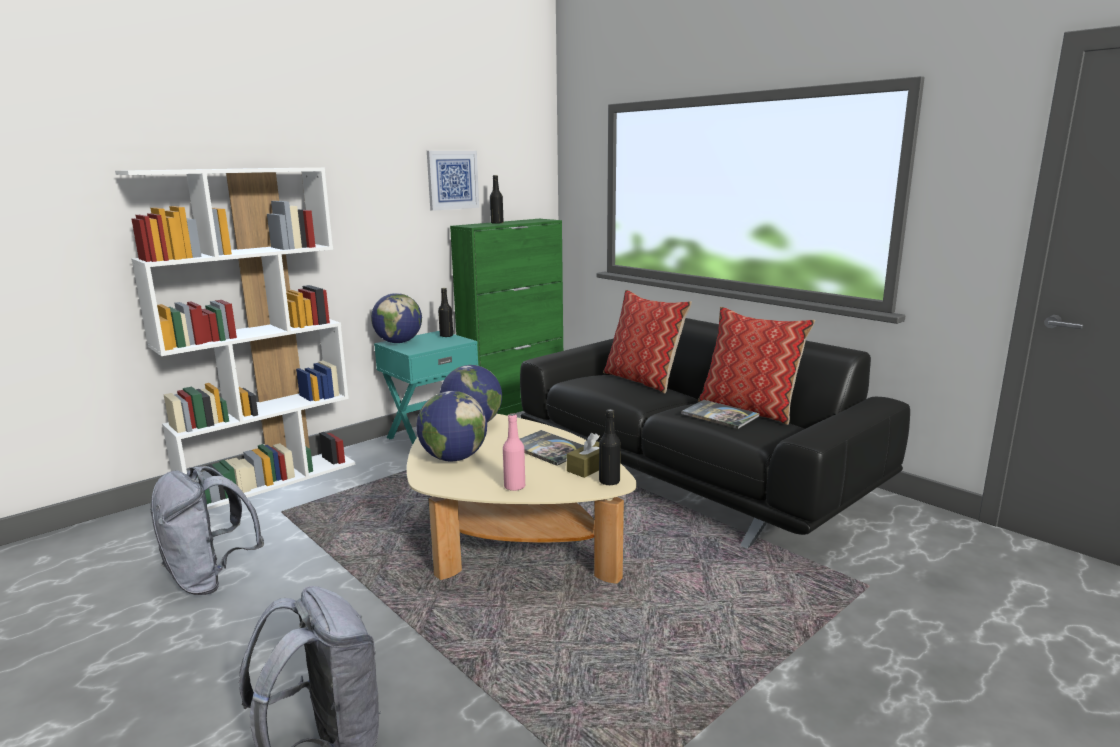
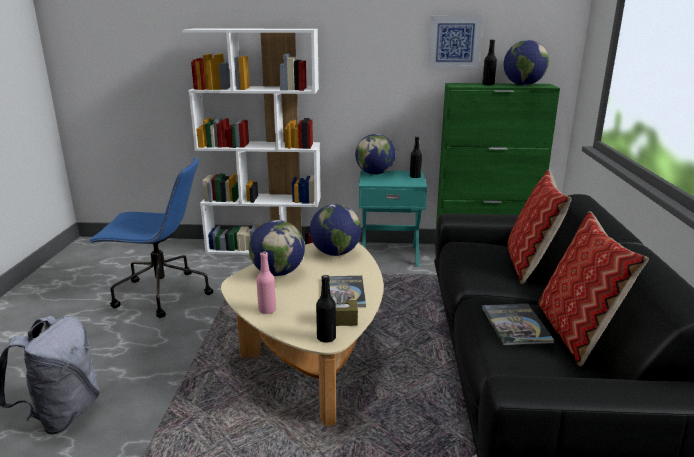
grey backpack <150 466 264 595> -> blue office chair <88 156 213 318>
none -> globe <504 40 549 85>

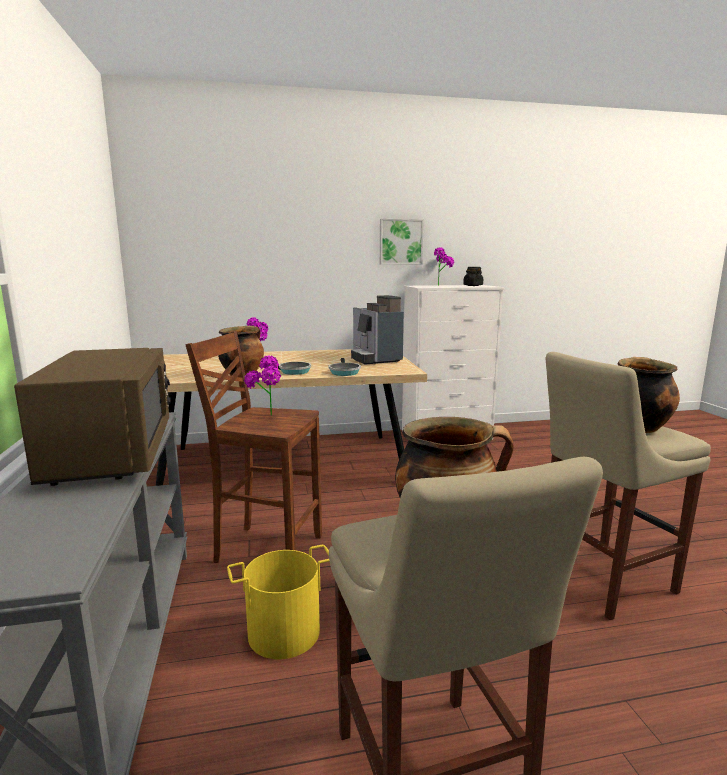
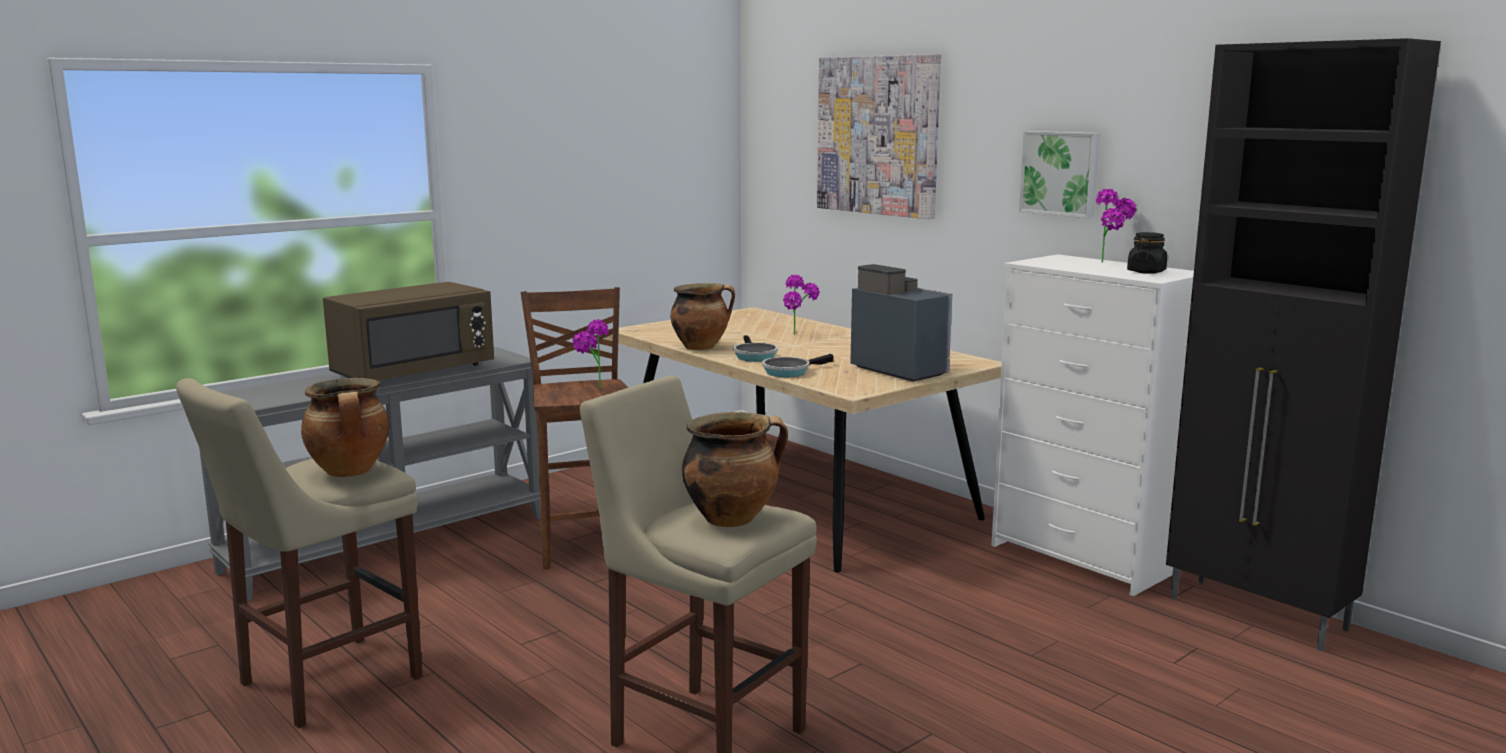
none -> picture <817 54 941 219>
coffee machine <351 295 404 365> -> coffee machine <850 264 952 382>, 105 degrees clockwise
none -> black cabinet <1166 38 1441 651>
yellow bucket <227 545 329 659> -> none

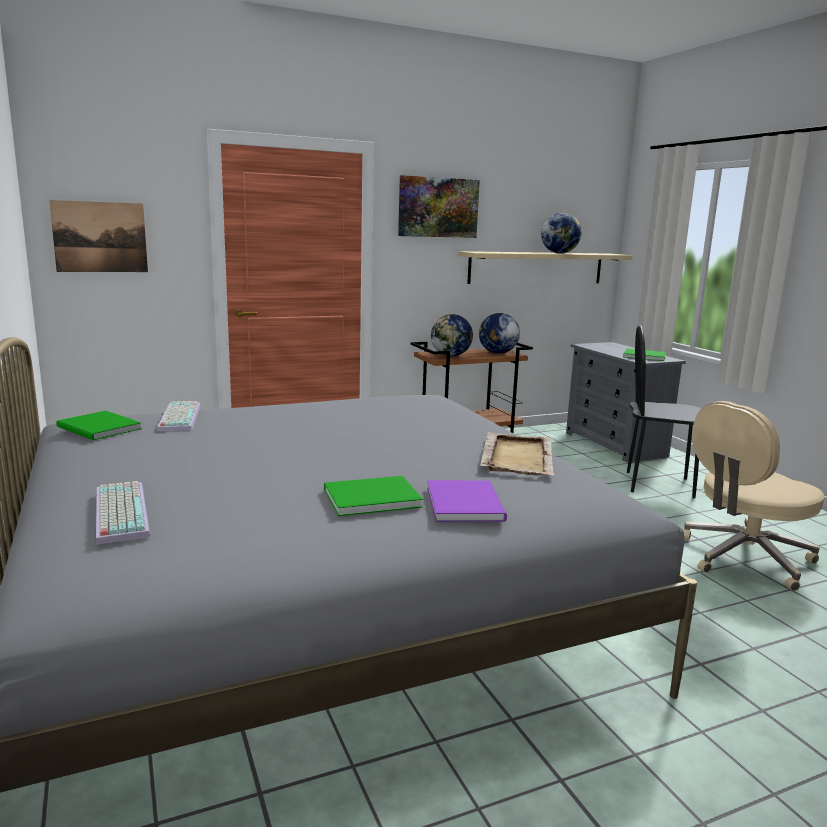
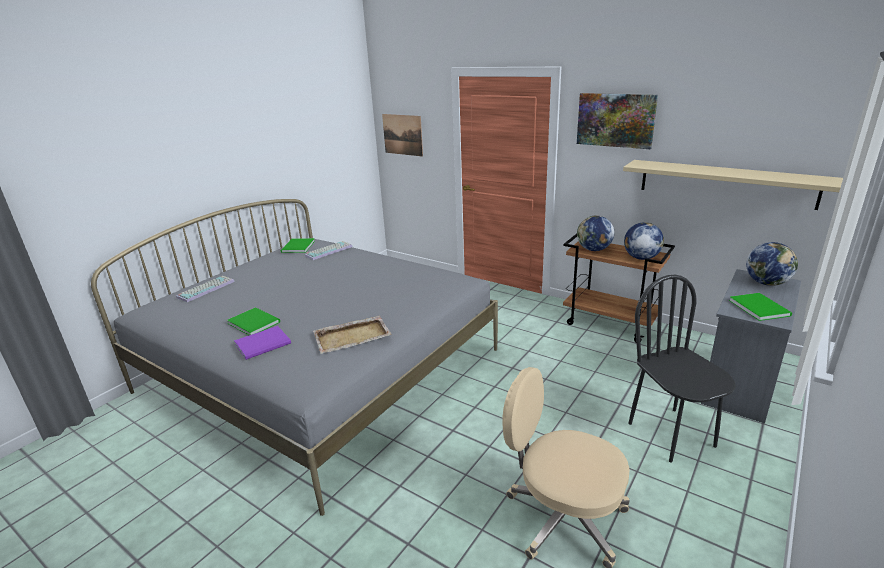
globe <541 213 582 253> -> globe <746 242 798 286>, moved

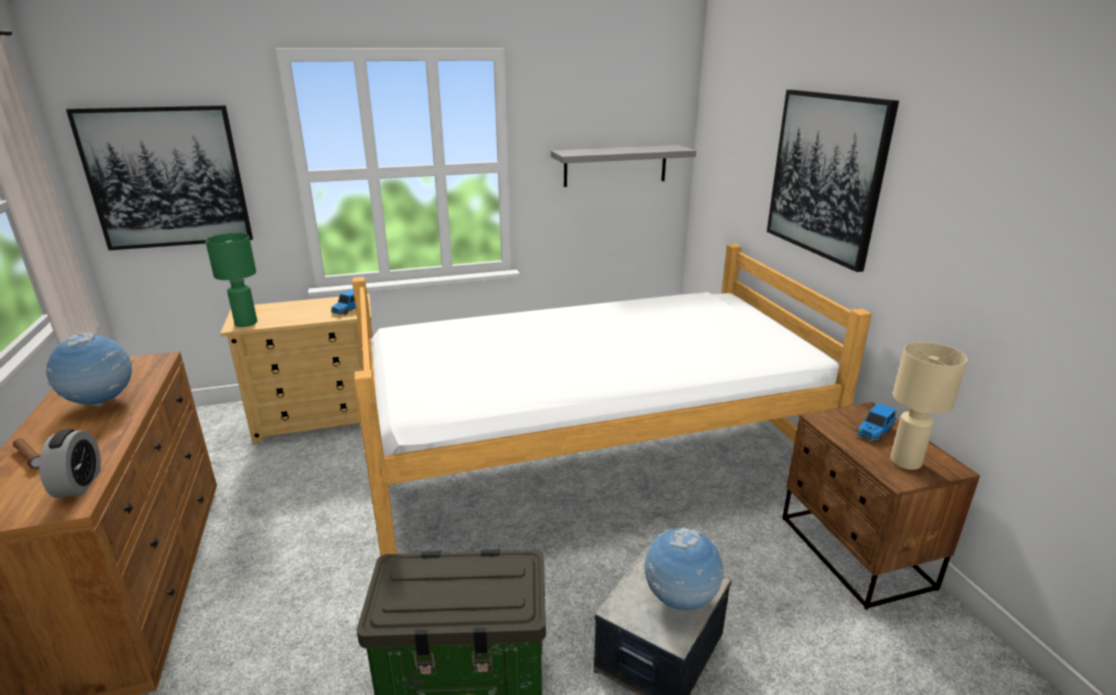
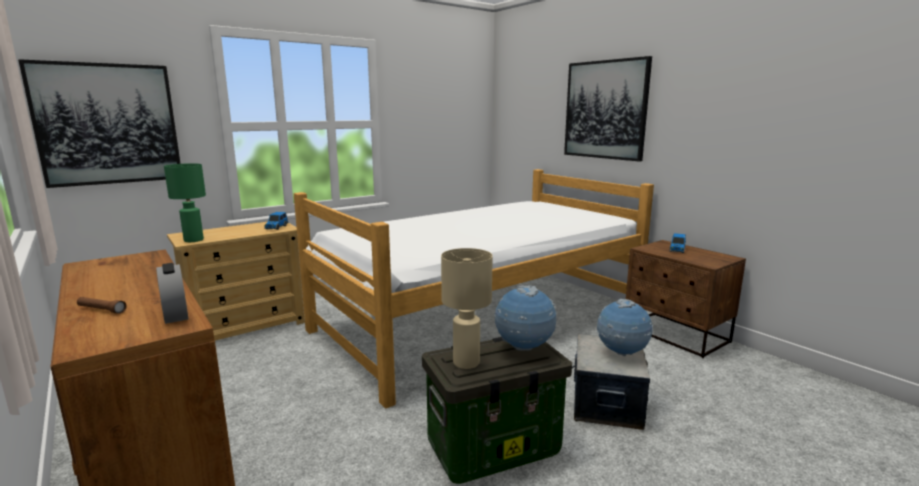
beige table lamp <890 342 968 470> -> beige table lamp <441 248 493 369>, moved
globe <46 333 133 406> -> globe <494 286 556 351>, moved
grey shelf <551 145 696 187> -> none

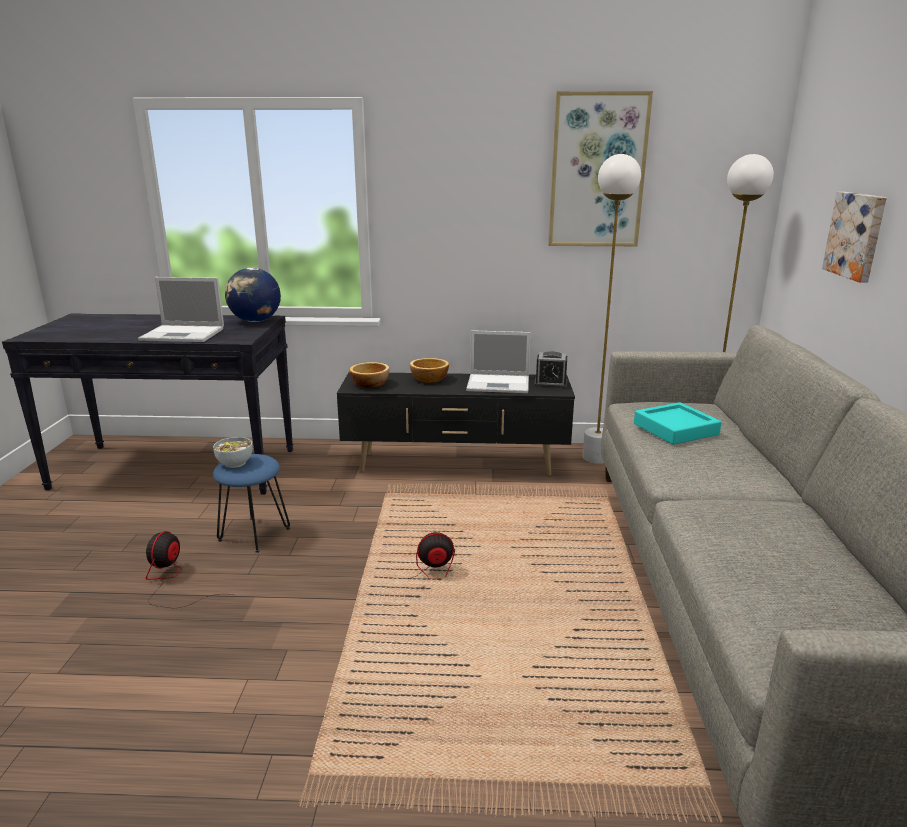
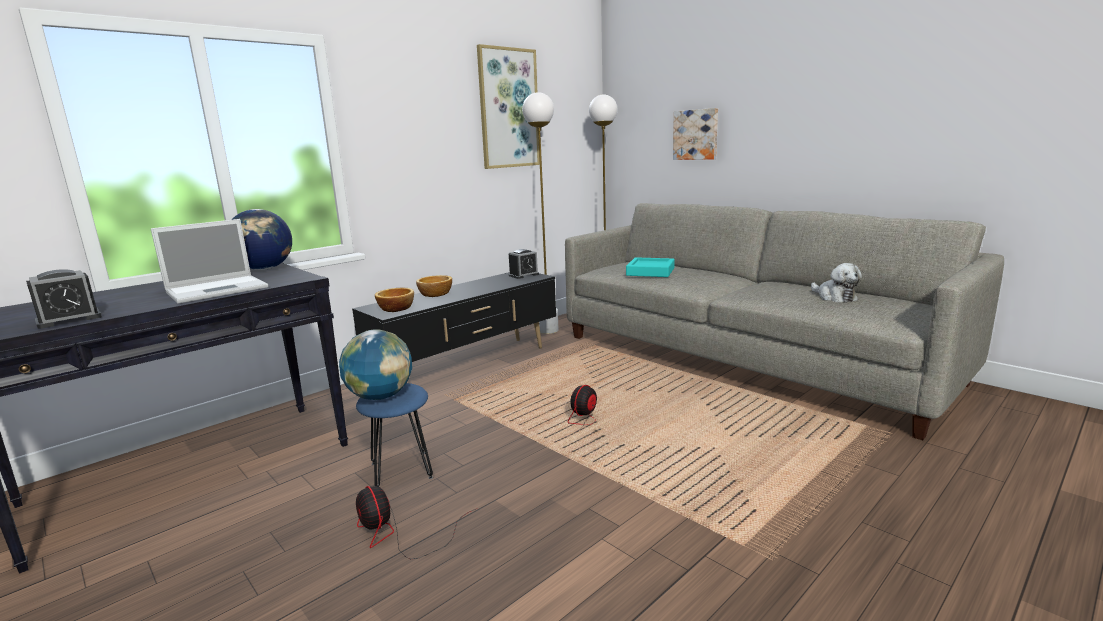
none -> alarm clock <26 269 102 329>
bowl <213 437 253 468> -> globe <339 329 412 400>
none -> plush toy <811 263 862 303>
laptop <466 330 531 393> -> none

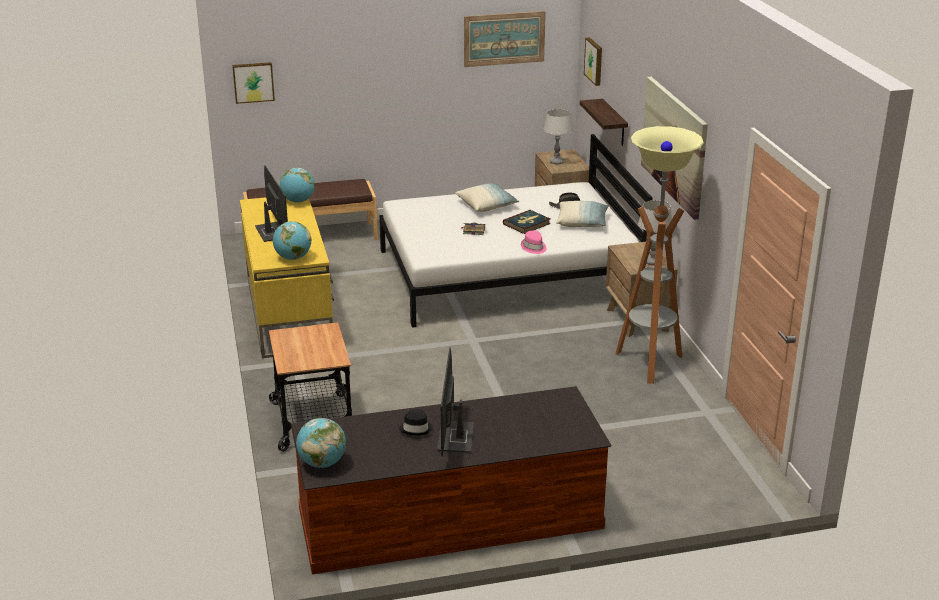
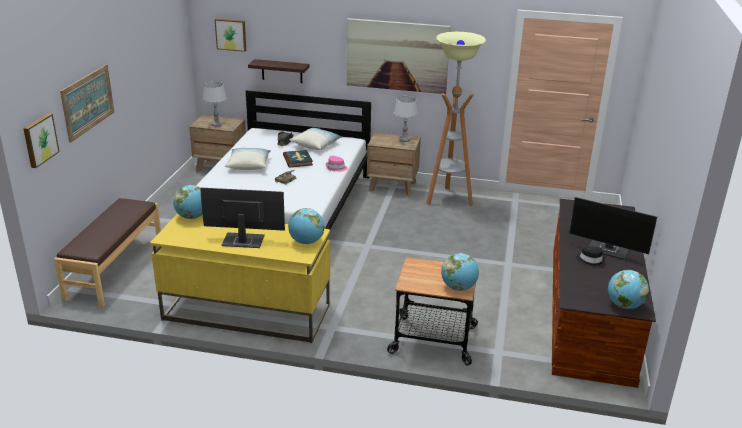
picture <464 11 546 67> -> picture <60 65 114 142>, moved
none -> globe <441 253 479 291>

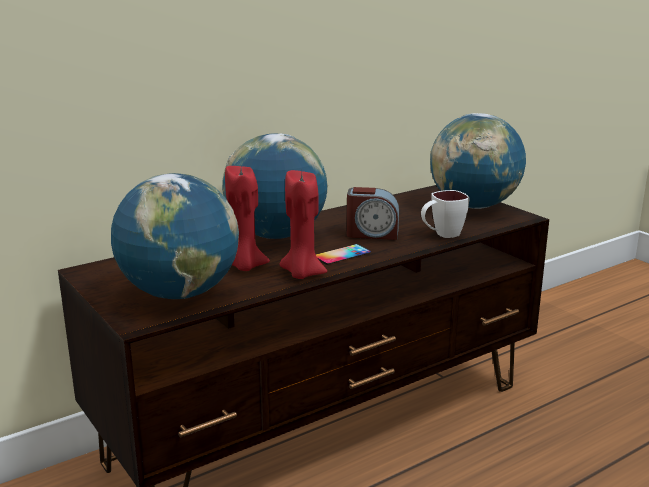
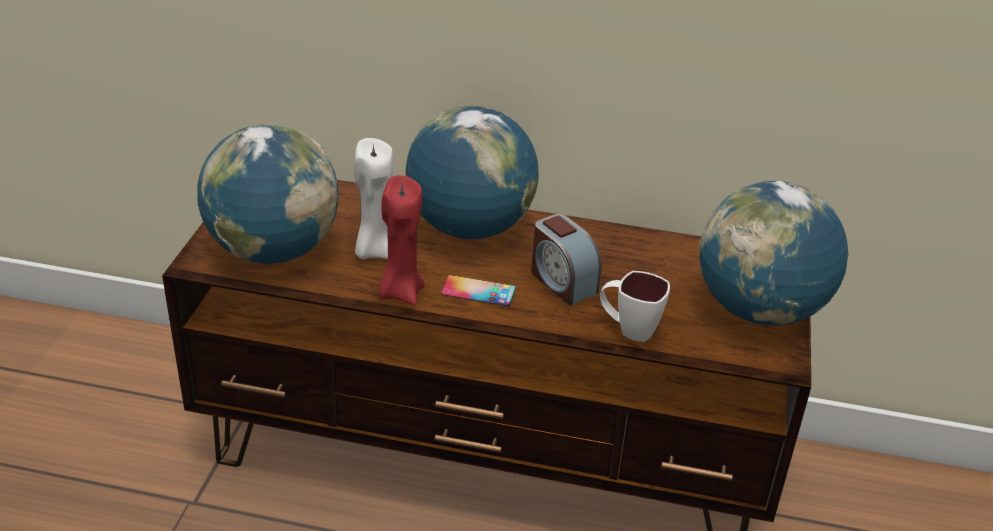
red candle <225 166 270 271> -> white candle <354 138 393 259>

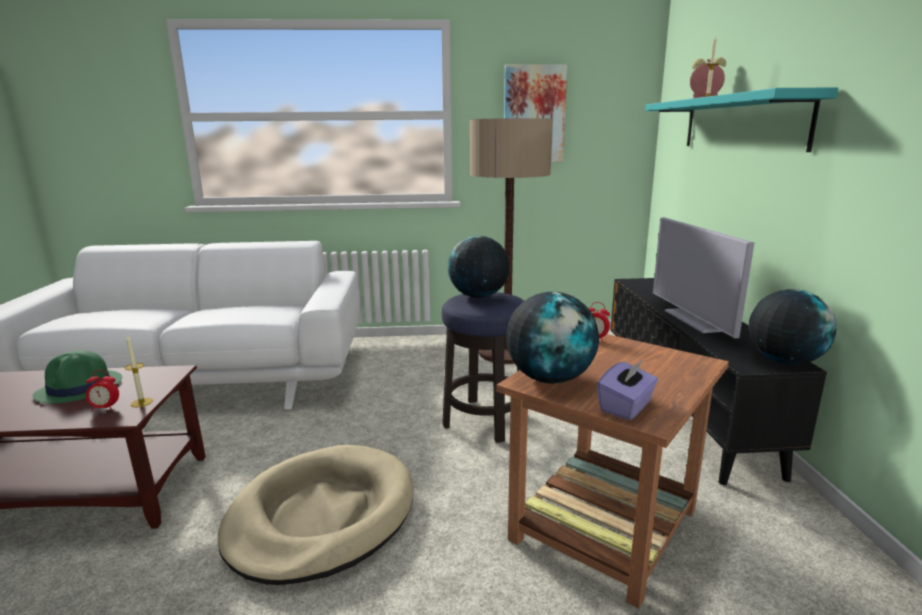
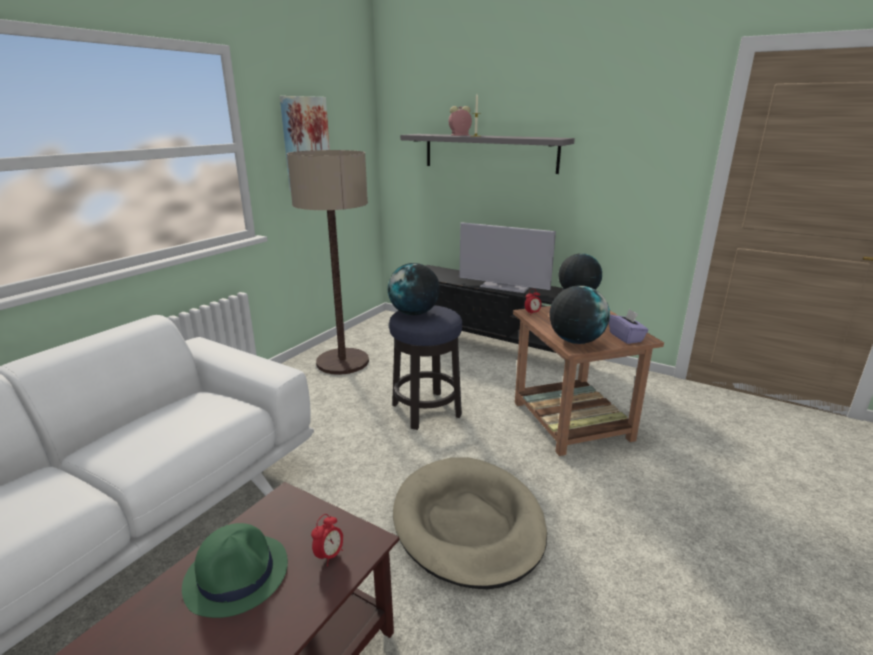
turquoise shelf <645 88 838 152> -> grey shelf <400 134 575 174>
candle <125 334 153 408> -> none

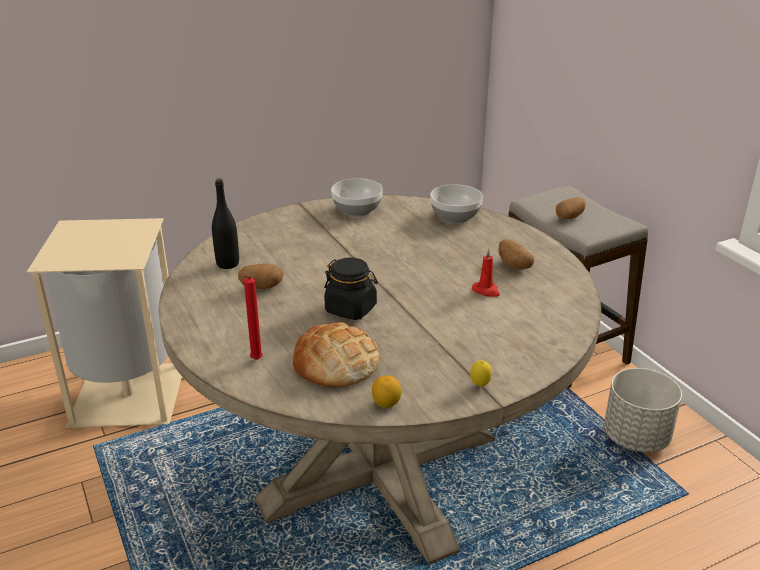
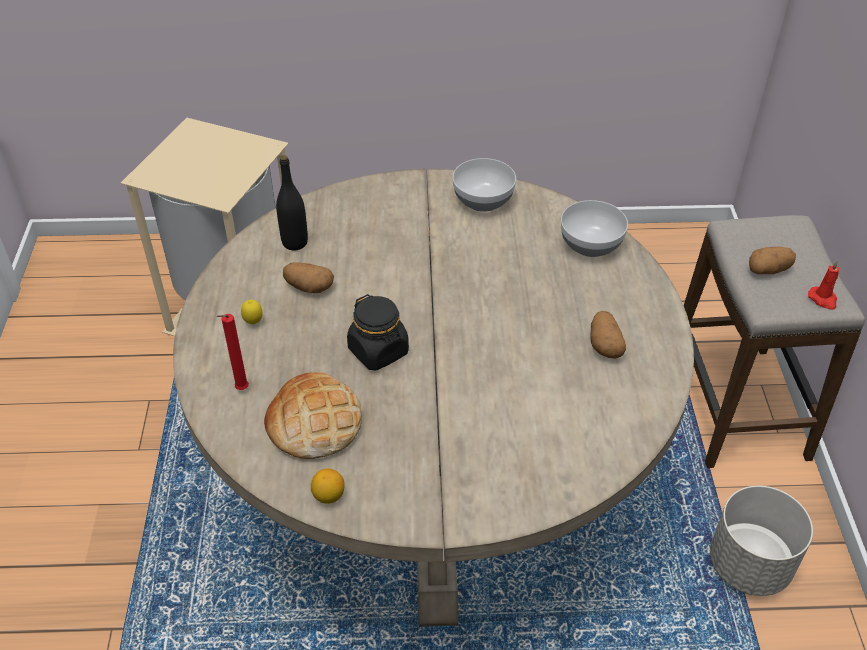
lemon <470 360 492 386> -> lemon <241 300 263 324>, moved
red candle <472 249 500 297> -> red candle <808 261 840 310>, moved

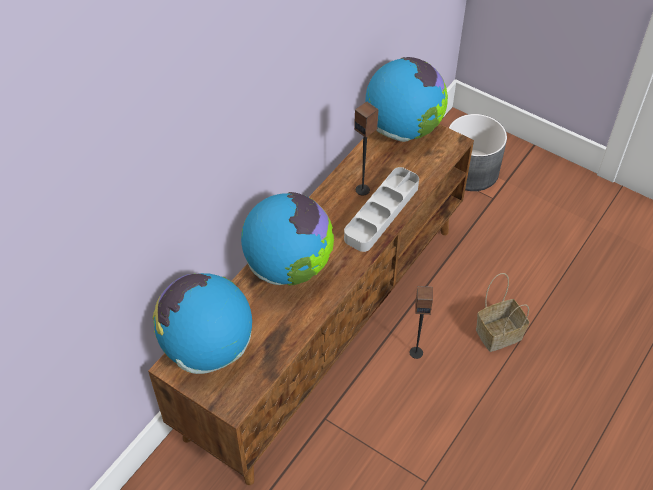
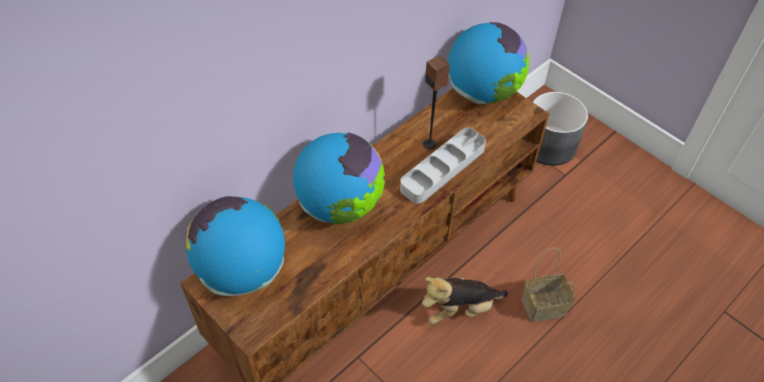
speaker <410 286 433 359> -> plush toy <422 277 508 324>

